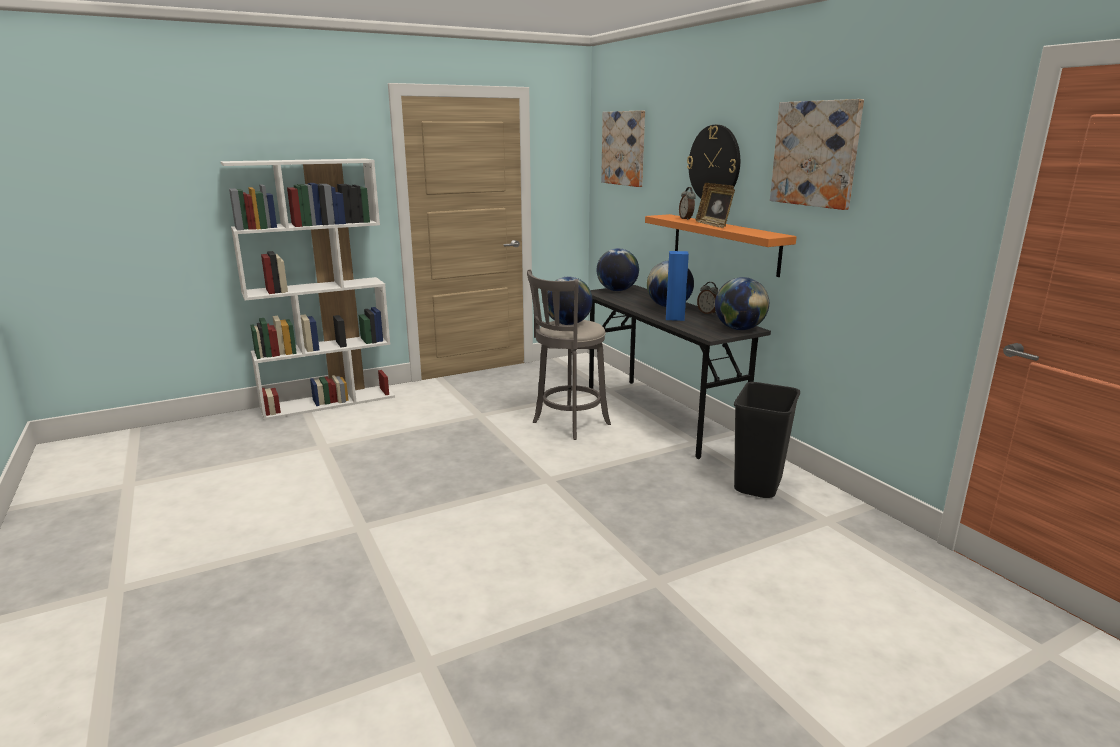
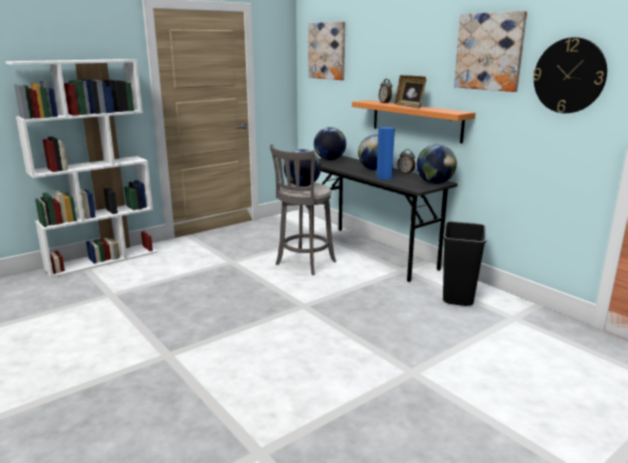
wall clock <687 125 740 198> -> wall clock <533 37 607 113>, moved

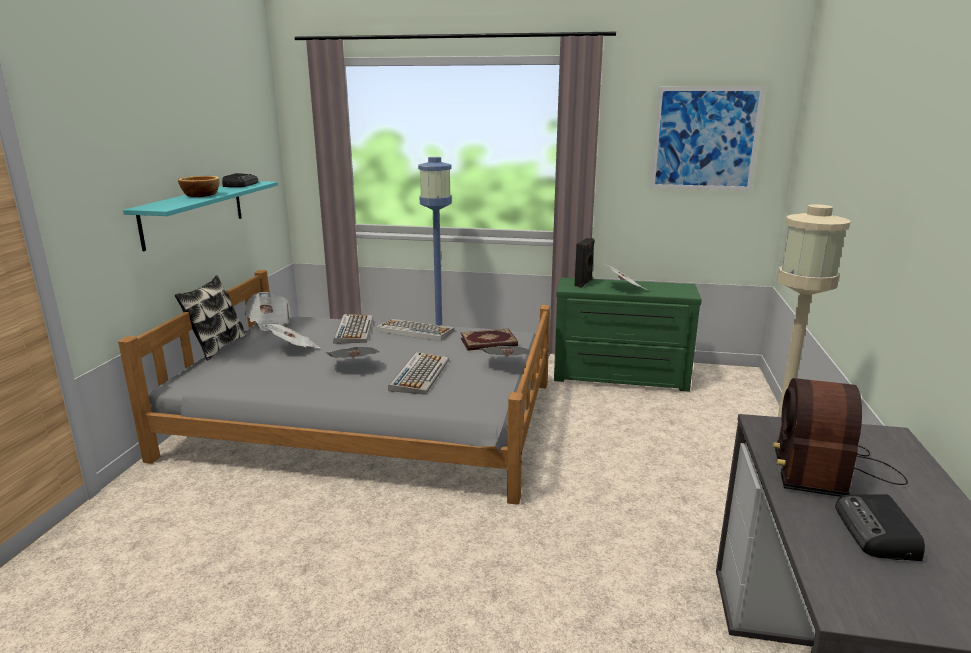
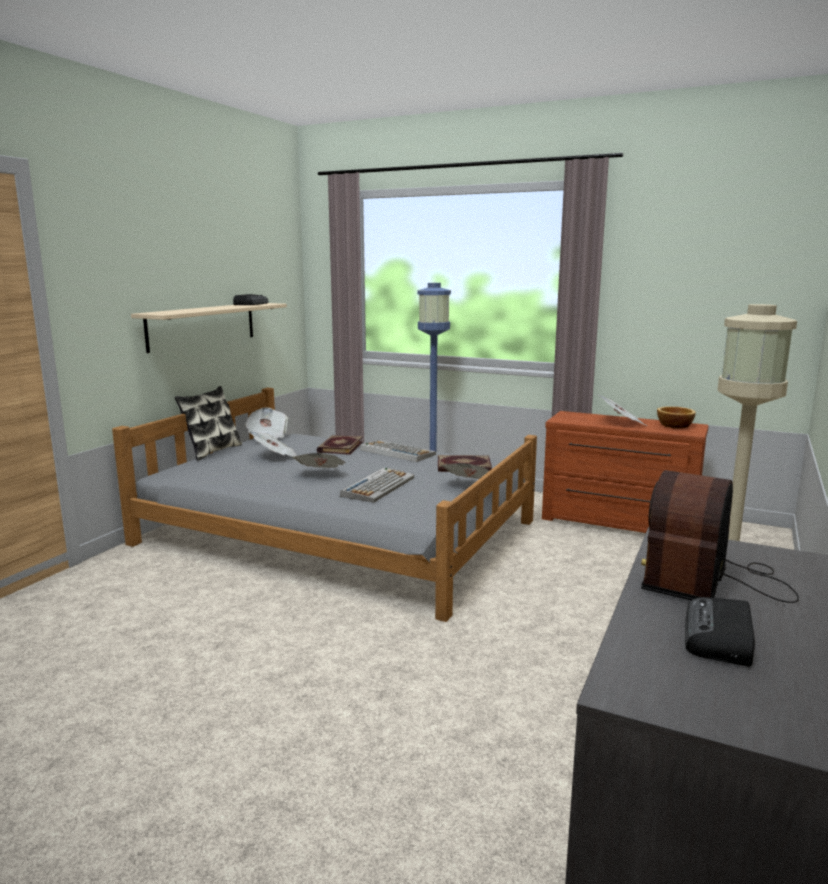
turquoise shelf <123 181 278 251> -> beige shelf <131 303 287 353>
keyboard <333 314 373 344> -> book <317 435 363 455>
green dresser <554 277 702 392> -> brown dresser <542 411 709 533>
bowl <178 176 219 197> -> bowl <657 406 696 429>, moved
black speaker <575 238 595 288> -> none
picture <651 87 765 190> -> none

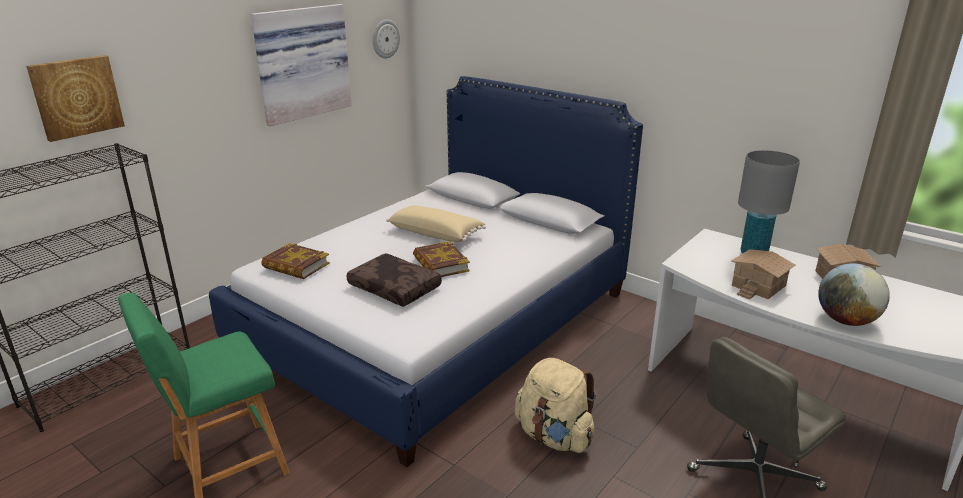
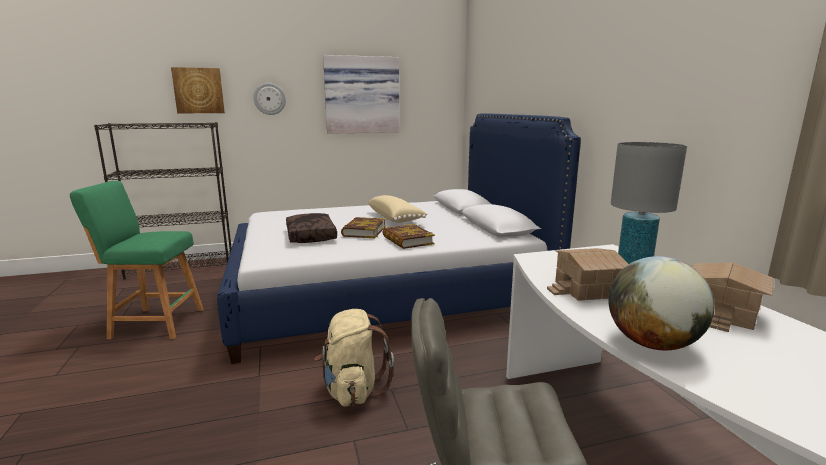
wall clock <373 20 400 58> -> wall clock <253 83 286 115>, moved
book <261 243 330 279> -> book <382 224 435 249>, moved

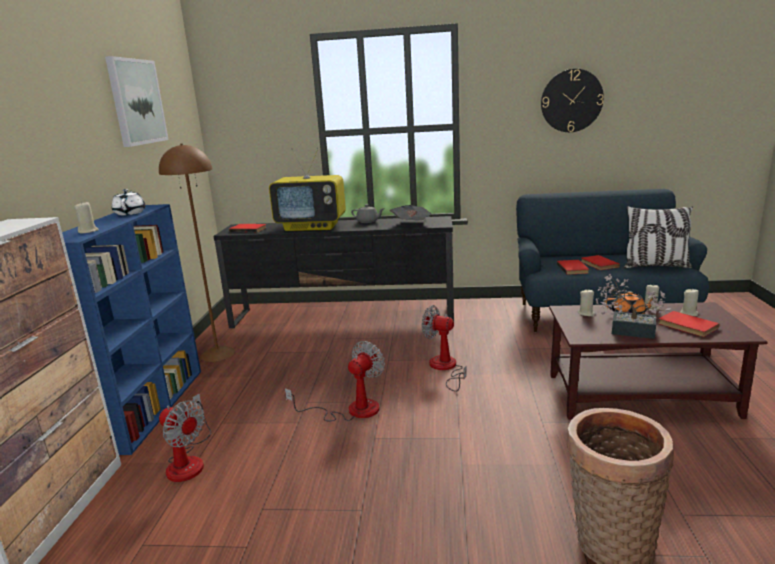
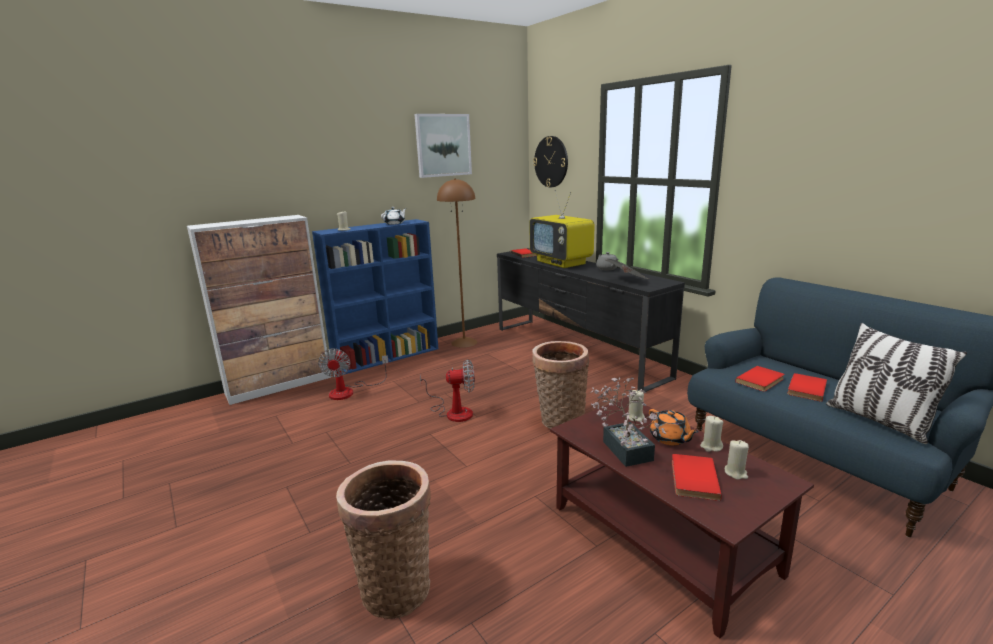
fan <422 305 467 392> -> basket <532 341 589 429>
wall clock <541 69 604 132> -> wall clock <533 136 568 187>, moved

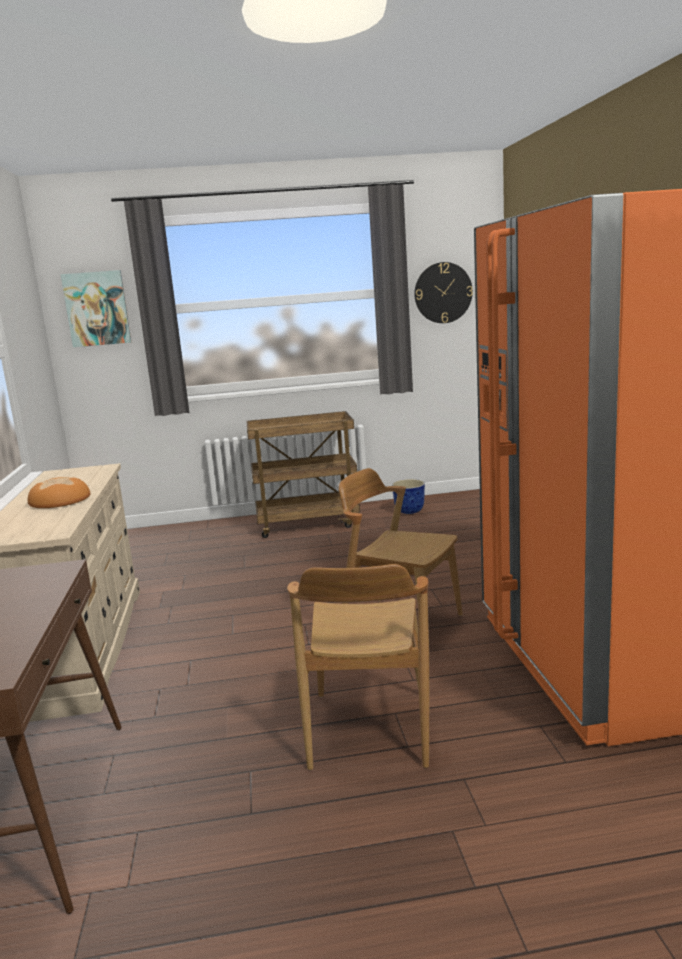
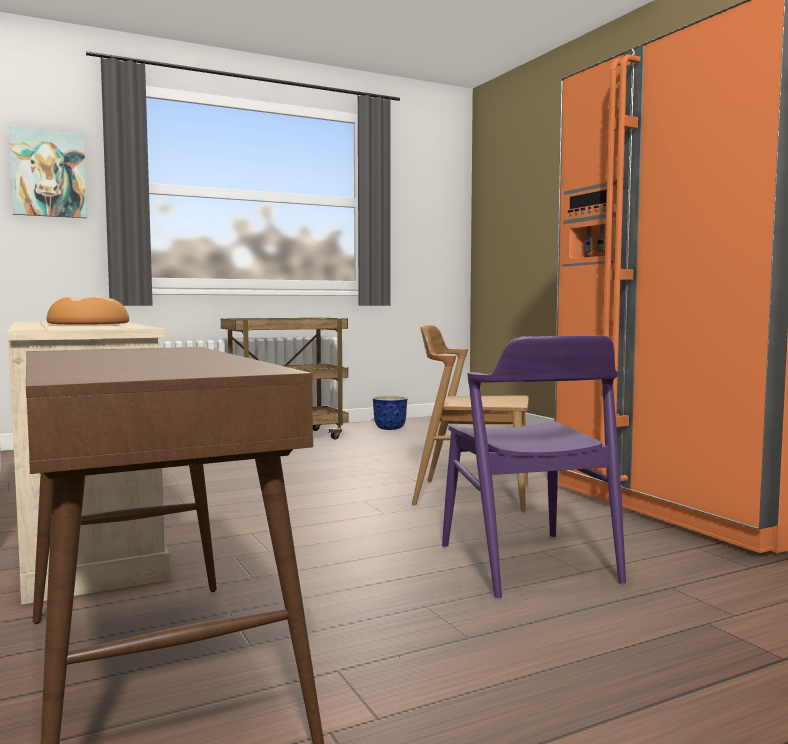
brown chair <287 564 429 770> -> purple chair <442 335 626 599>
wall clock <414 262 473 323> -> none

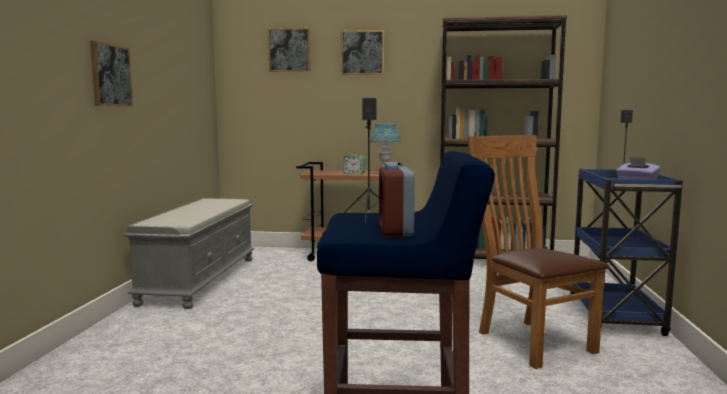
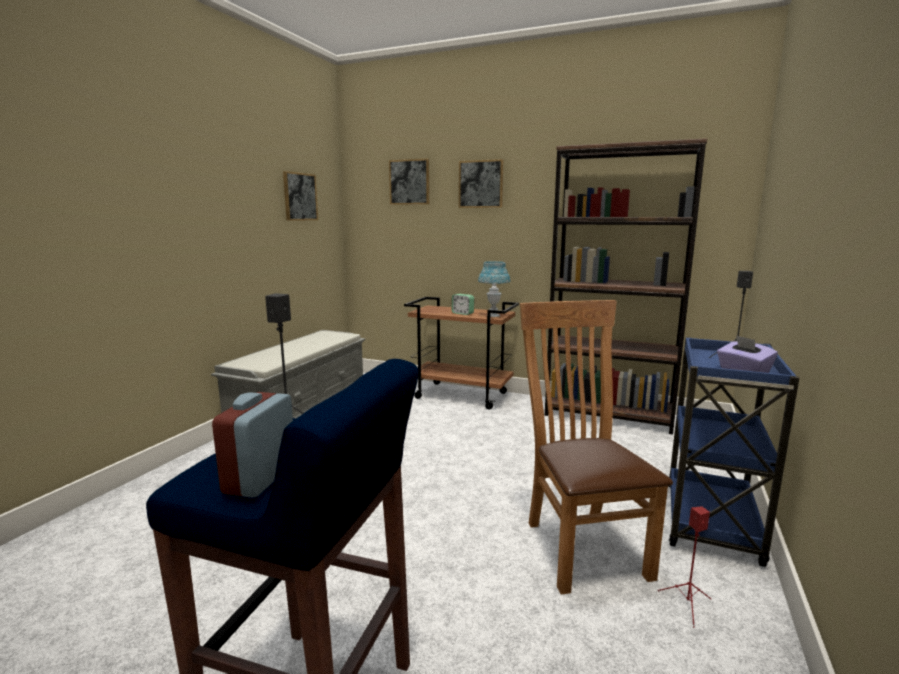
picture <90 40 133 107> -> picture <283 171 318 221>, moved
none -> red speaker <658 506 711 628>

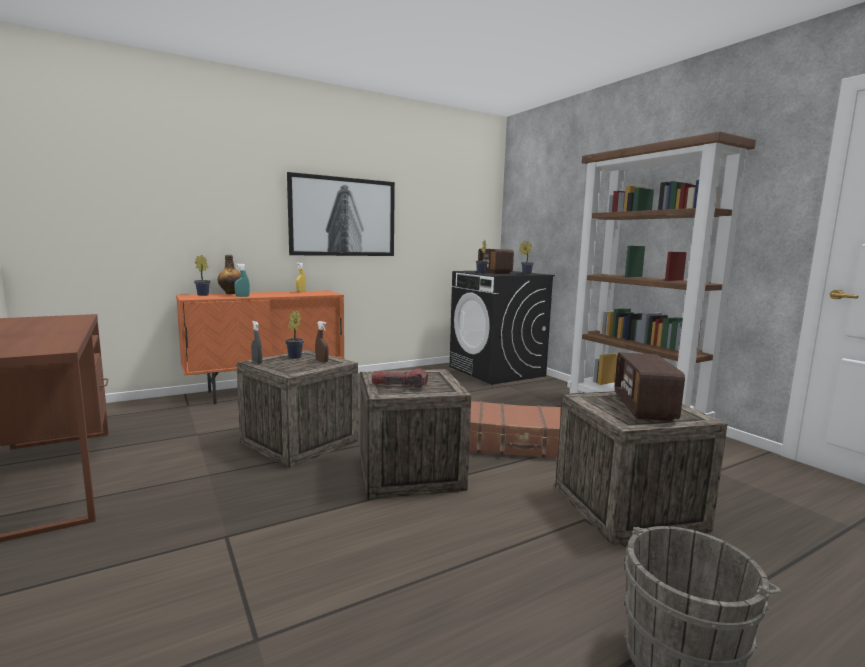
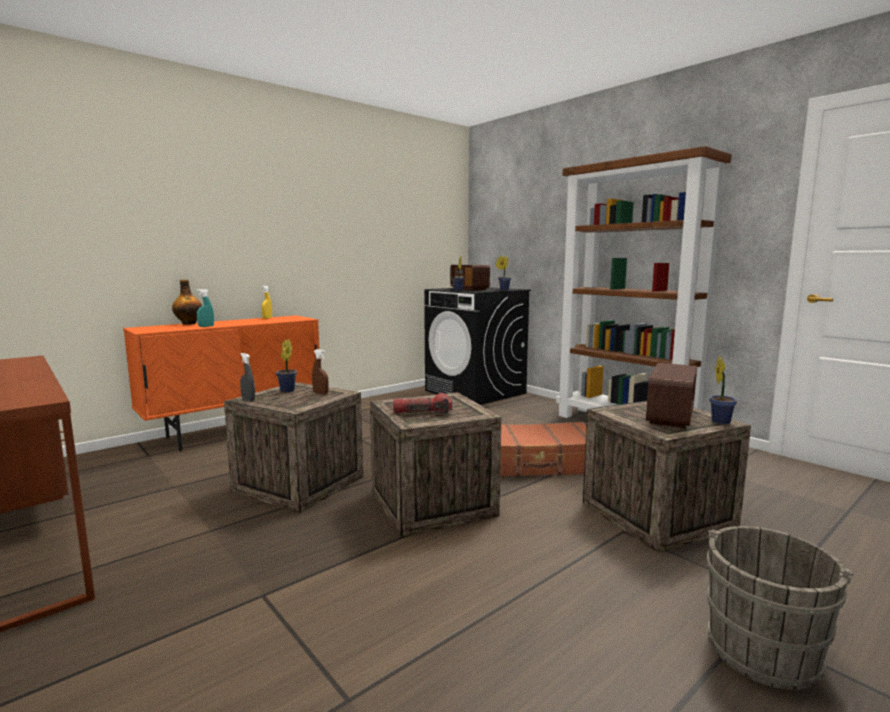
radio <615 352 685 421> -> radio <646 363 697 428>, 150 degrees counterclockwise
potted plant <194 255 210 296> -> potted plant <709 356 737 424>, moved
picture <287 172 395 256> -> none

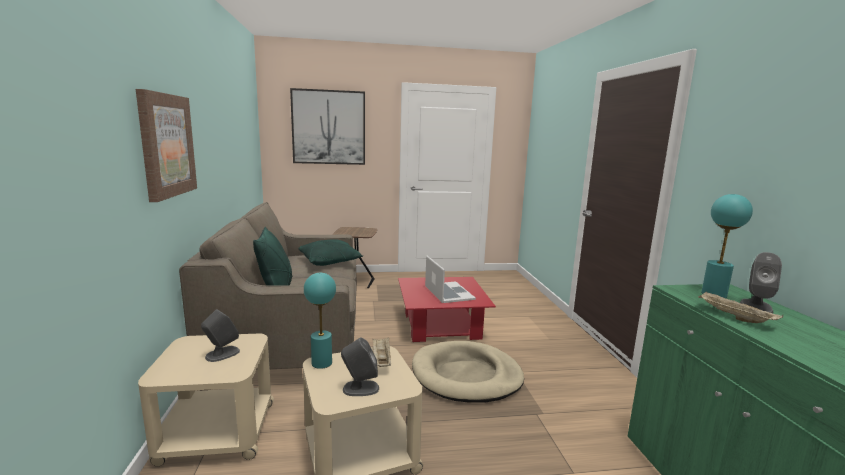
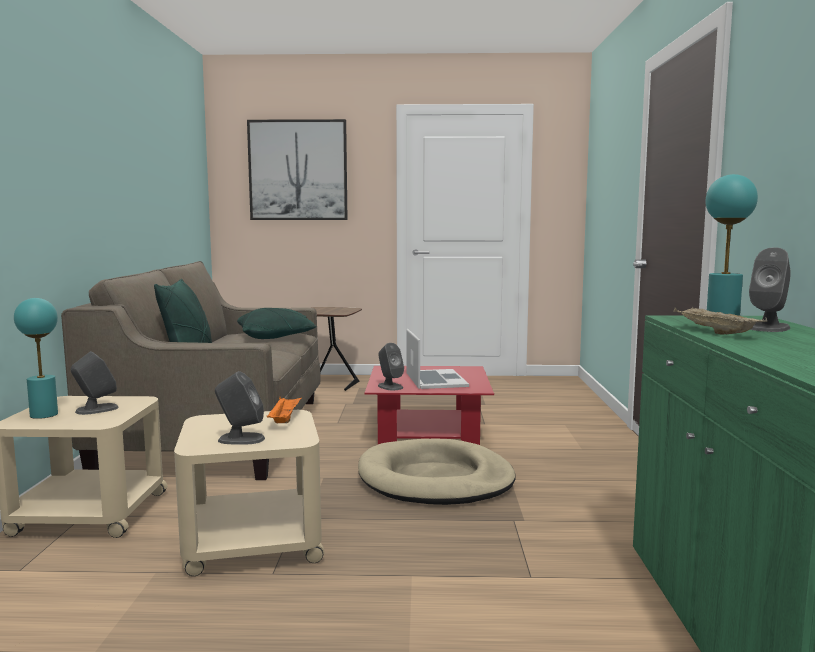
turquoise table lamp <304 273 336 369> -> turquoise table lamp <14 298 58 419>, moved
beige tray <372 337 391 367> -> orange tray <267 397 302 423>
none -> grey speaker <378 343 404 390>
picture <136 89 197 202> -> none

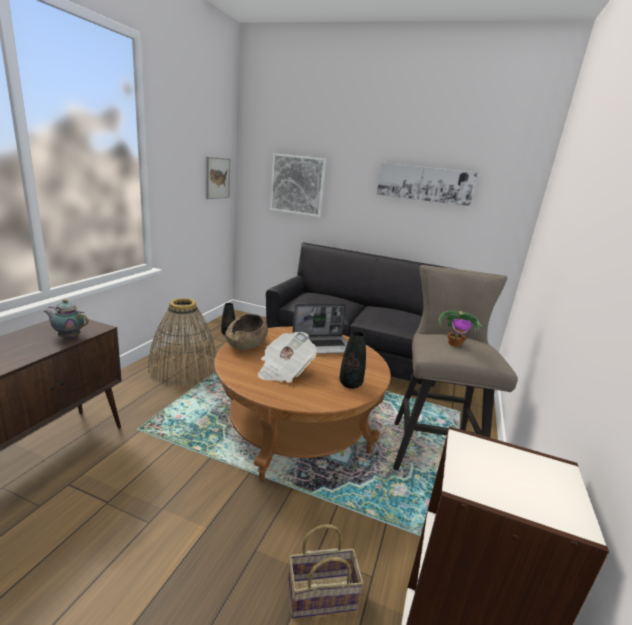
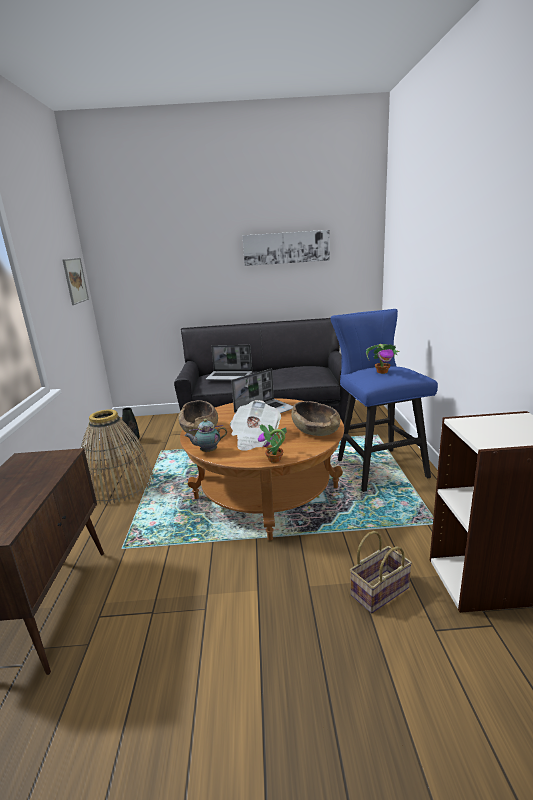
teapot <43 299 89 338> -> teapot <185 419 227 452>, moved
none -> laptop <206 345 252 381>
none -> potted plant <258 424 287 463>
black vase <339 331 366 389> -> brown bowl <291 401 340 436>
beige stool <393 265 518 471> -> blue stool <330 309 438 492>
picture <270 153 326 217> -> none

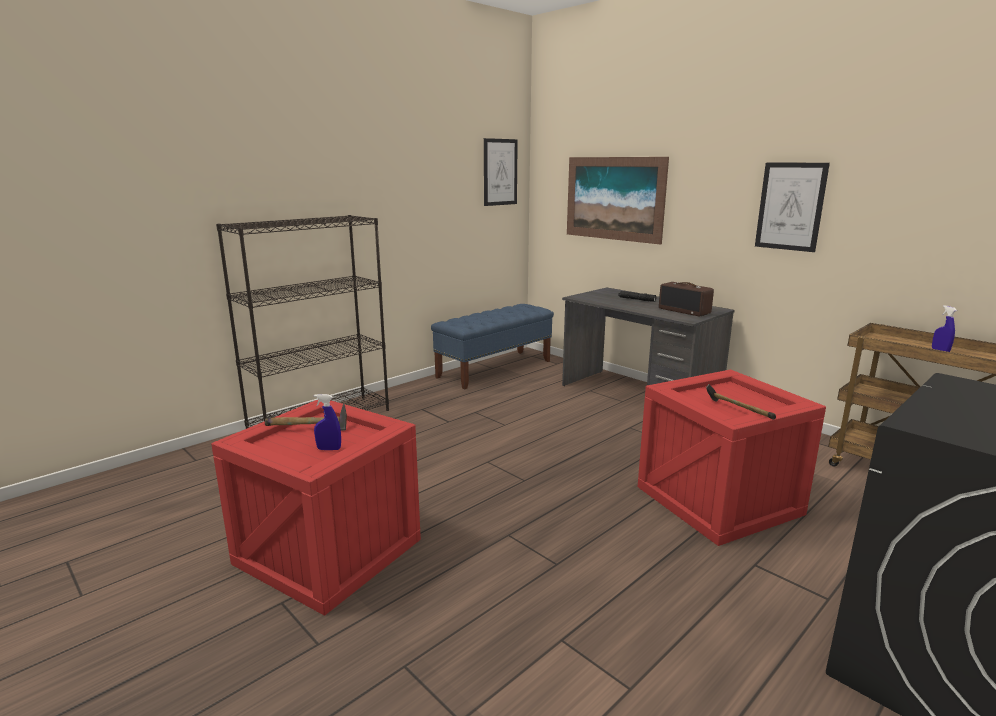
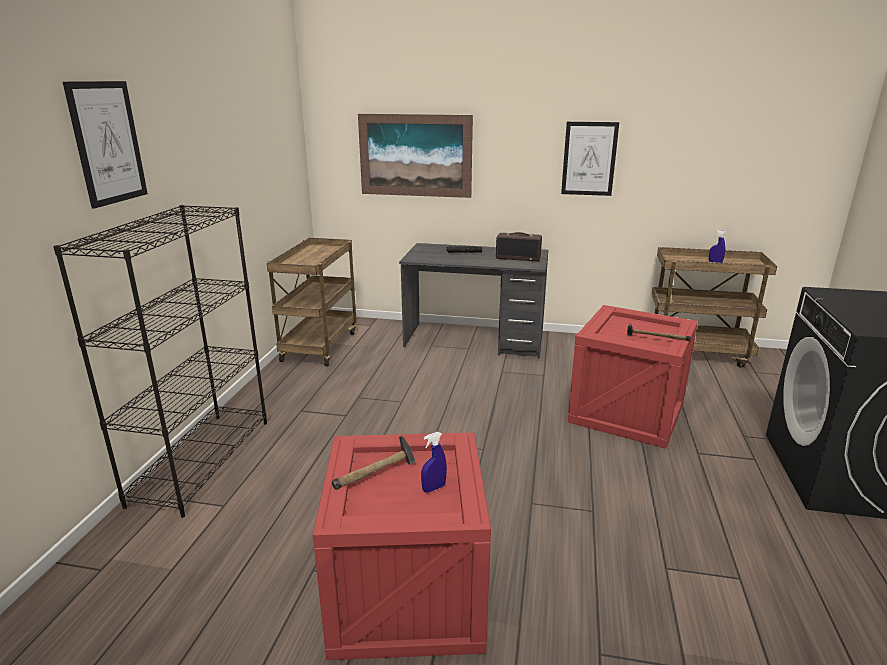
picture <484 138 518 206> -> picture <63 81 148 209>, moved
blue bench <431 304 554 389> -> brown cart <267 238 356 366>

